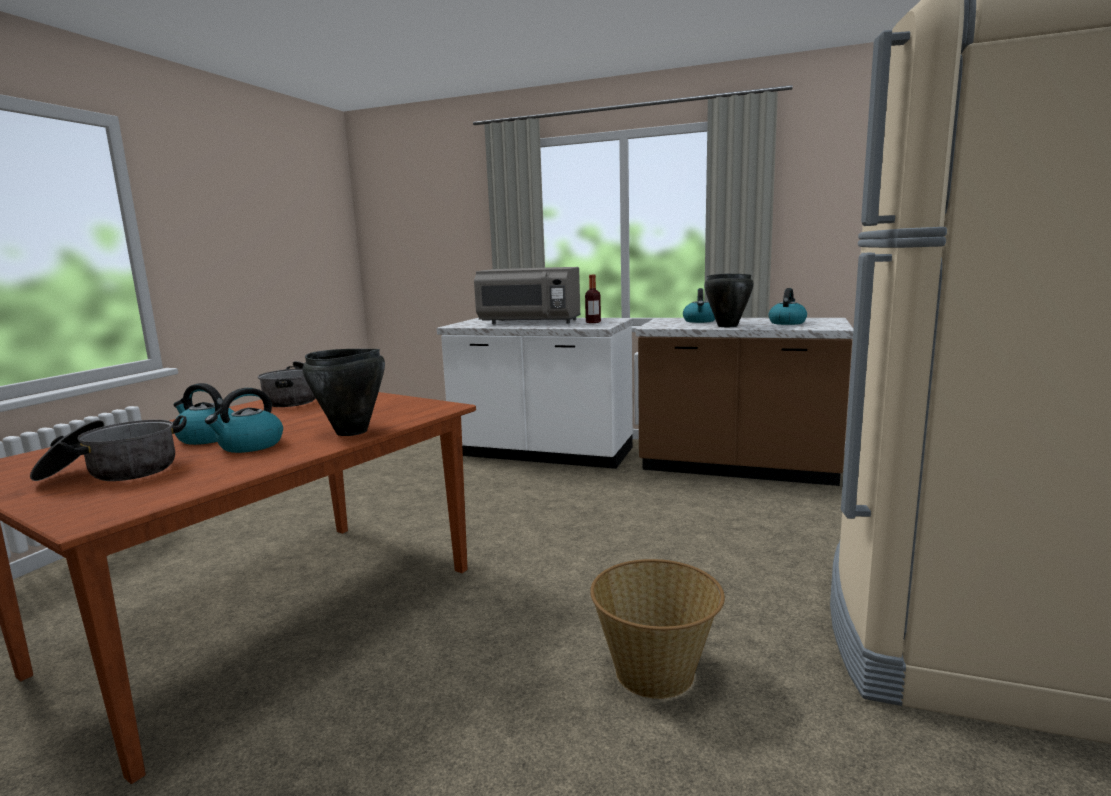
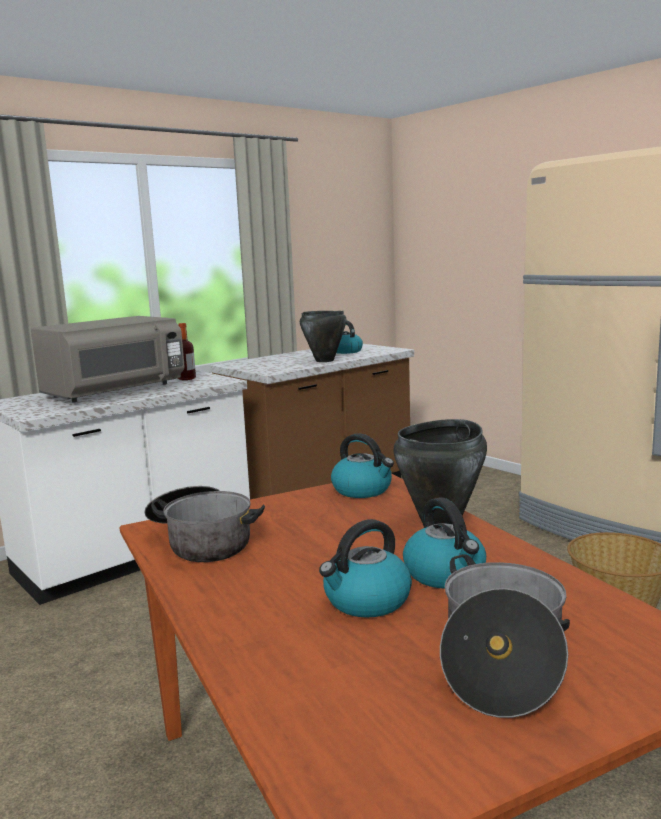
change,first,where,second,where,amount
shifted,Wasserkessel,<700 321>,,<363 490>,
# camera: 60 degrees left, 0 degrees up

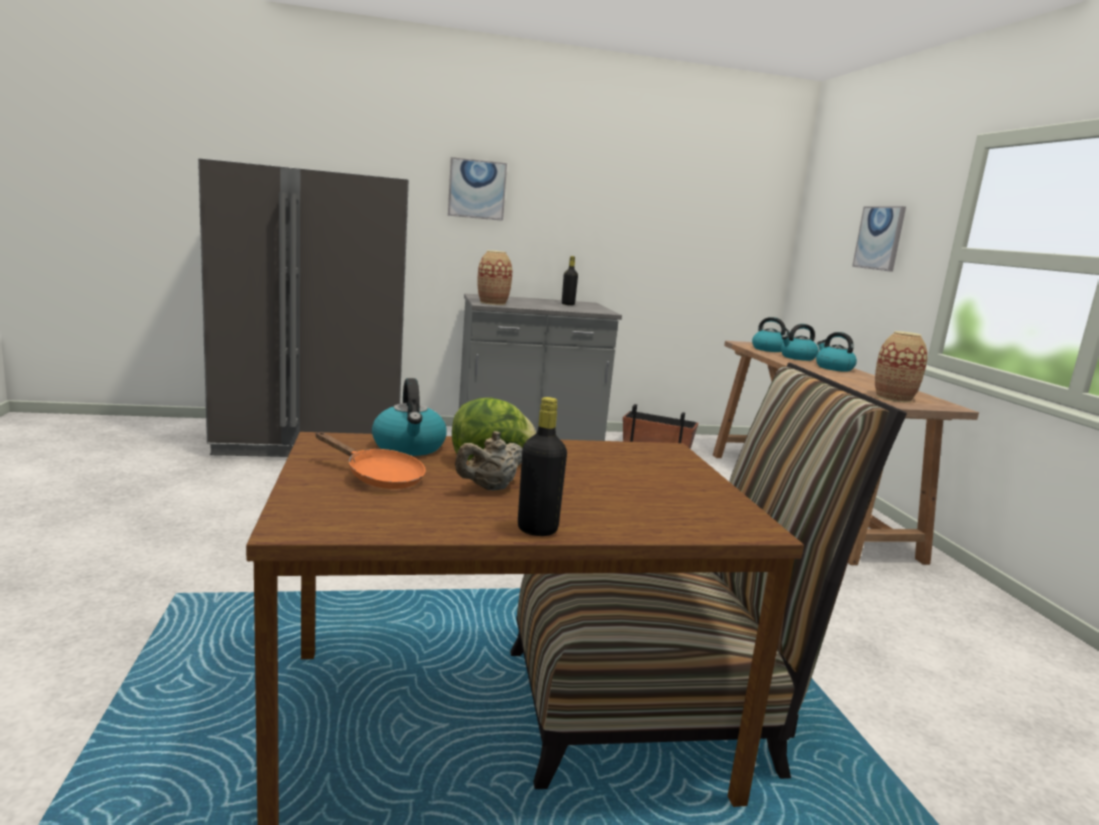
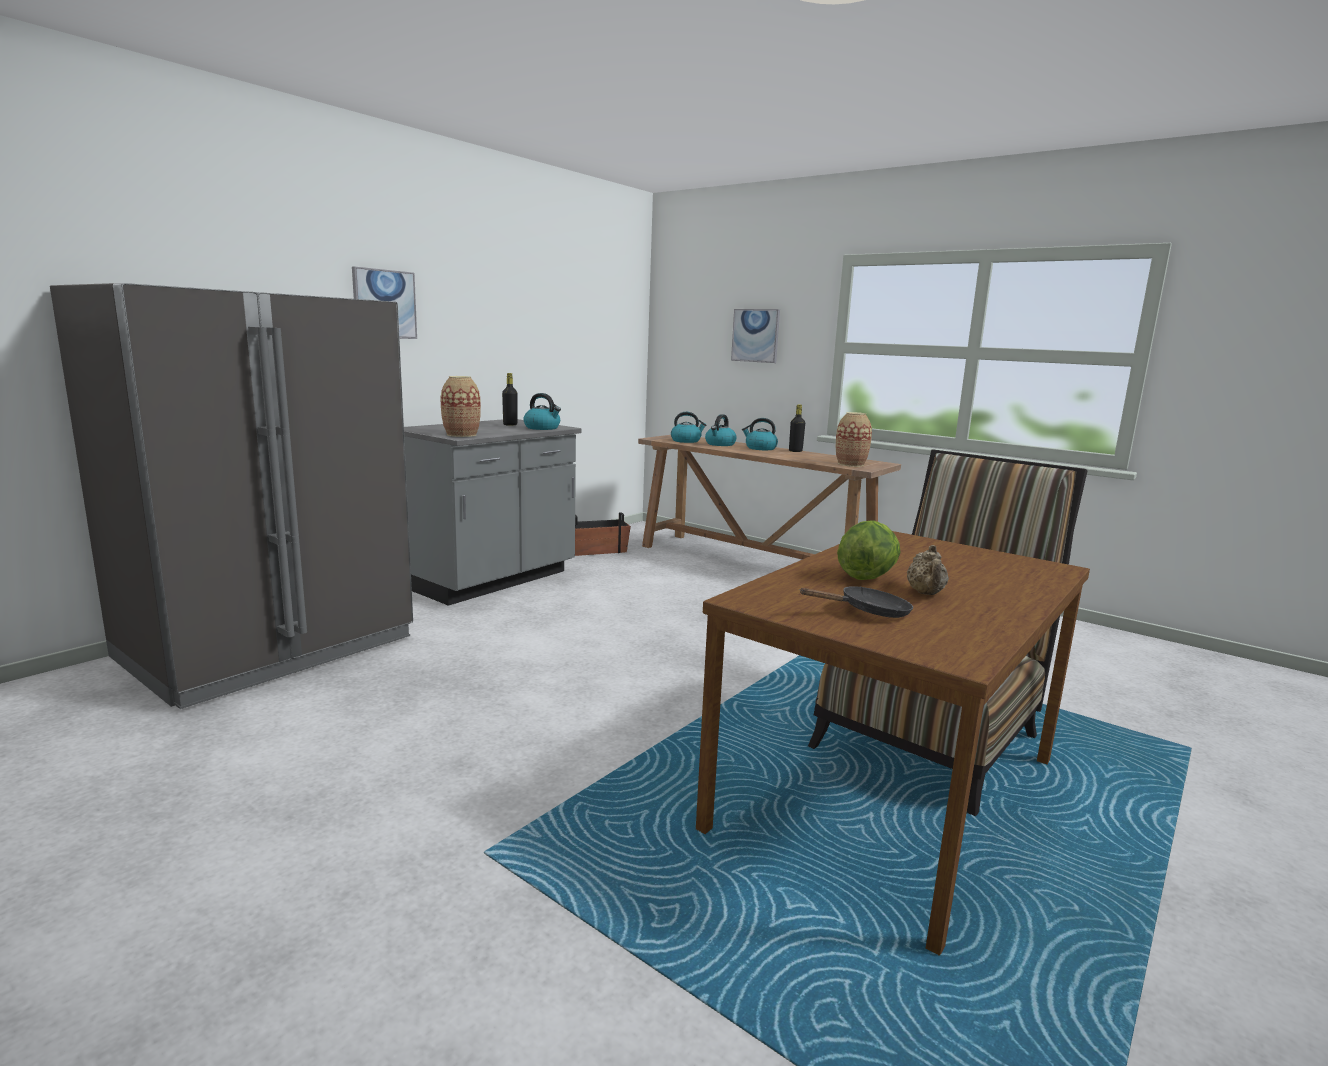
change,first,where,second,where,amount
shifted,Wasserkessel,<409 447>,,<542 428>,
shifted,Flasche/schwarz,<537 529>,,<795 451>,
repainted,Pfanne/orange,<378 477>,Pfanne/schwarz,<868 612>,
# camera: 40 degrees left, 0 degrees up

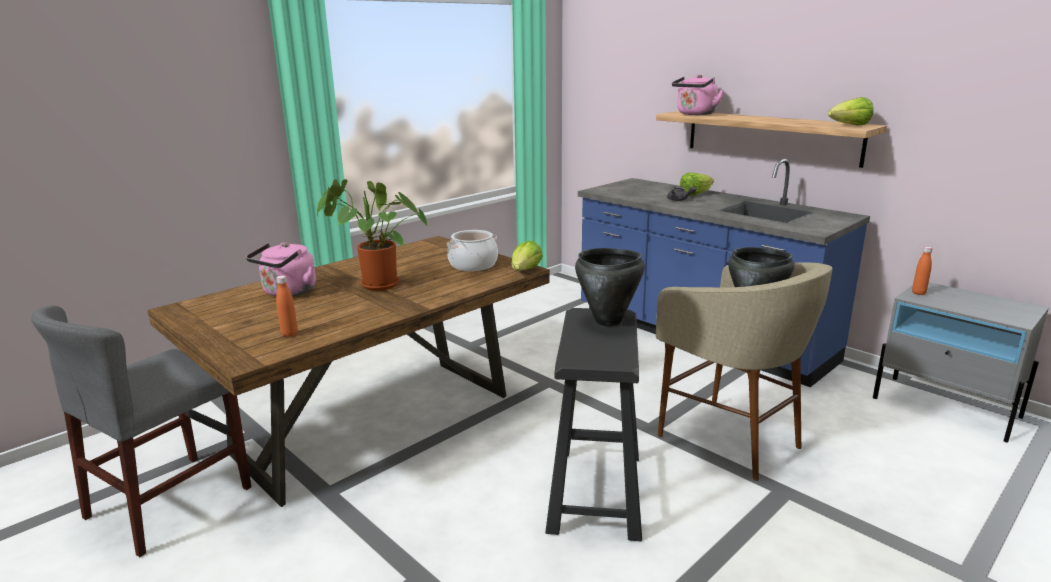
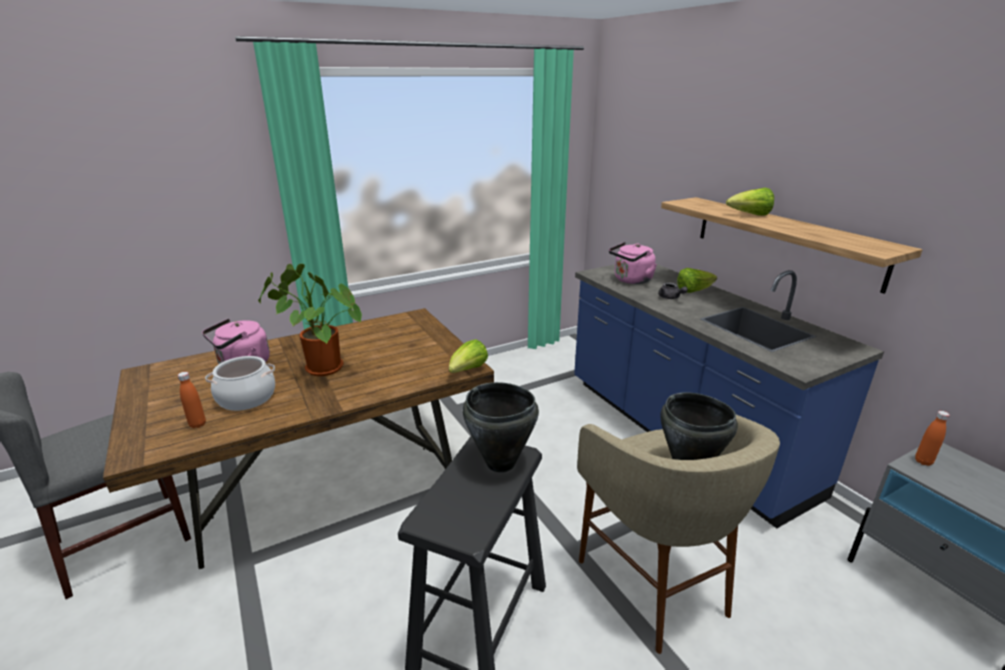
change,first,where,second,where,amount
shifted,Wasserkessel/rosa,<695 114>,,<631 280>,
shifted,Salatkopf,<849 126>,,<750 215>,
shifted,Kochtopf,<473 265>,,<247 398>,
# camera: 15 degrees right, 5 degrees up

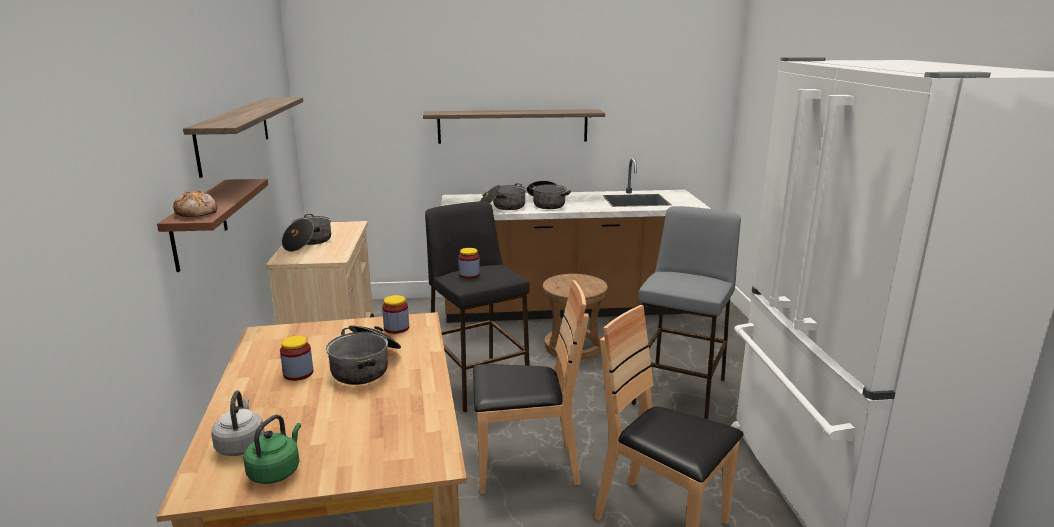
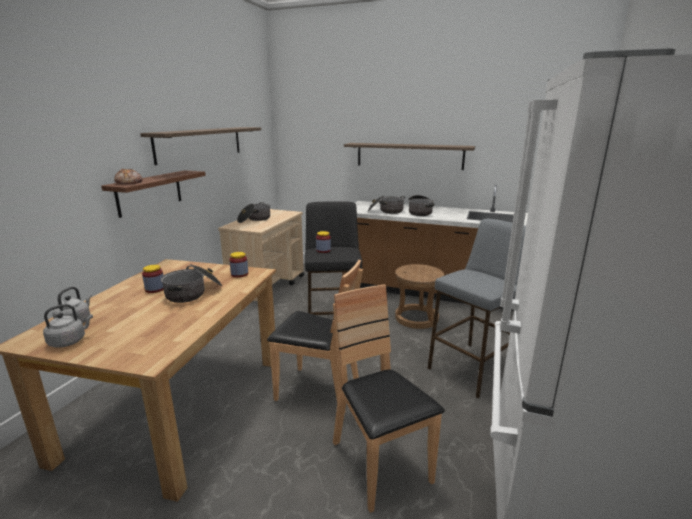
change,first,where,second,where,amount
repainted,Wasserkessel/grün,<276 471>,Wasserkessel/grau,<69 341>,
# camera: 25 degrees right, 0 degrees up

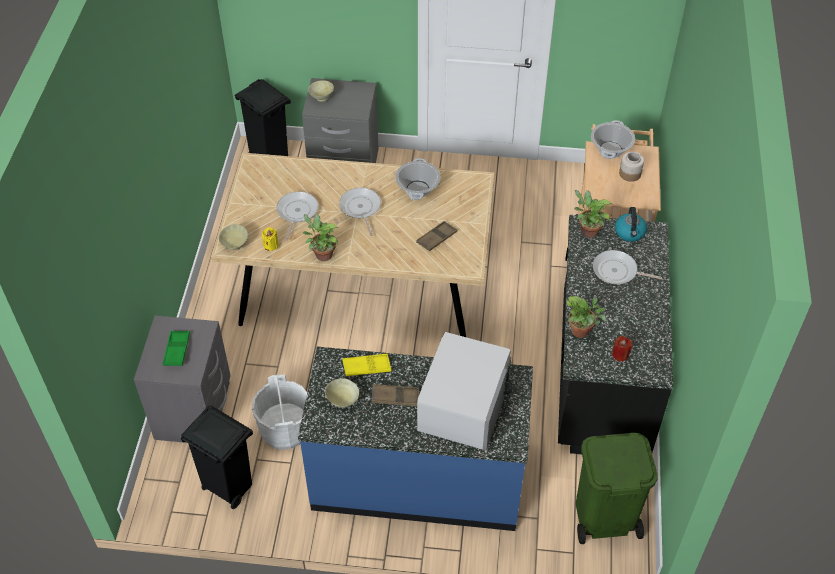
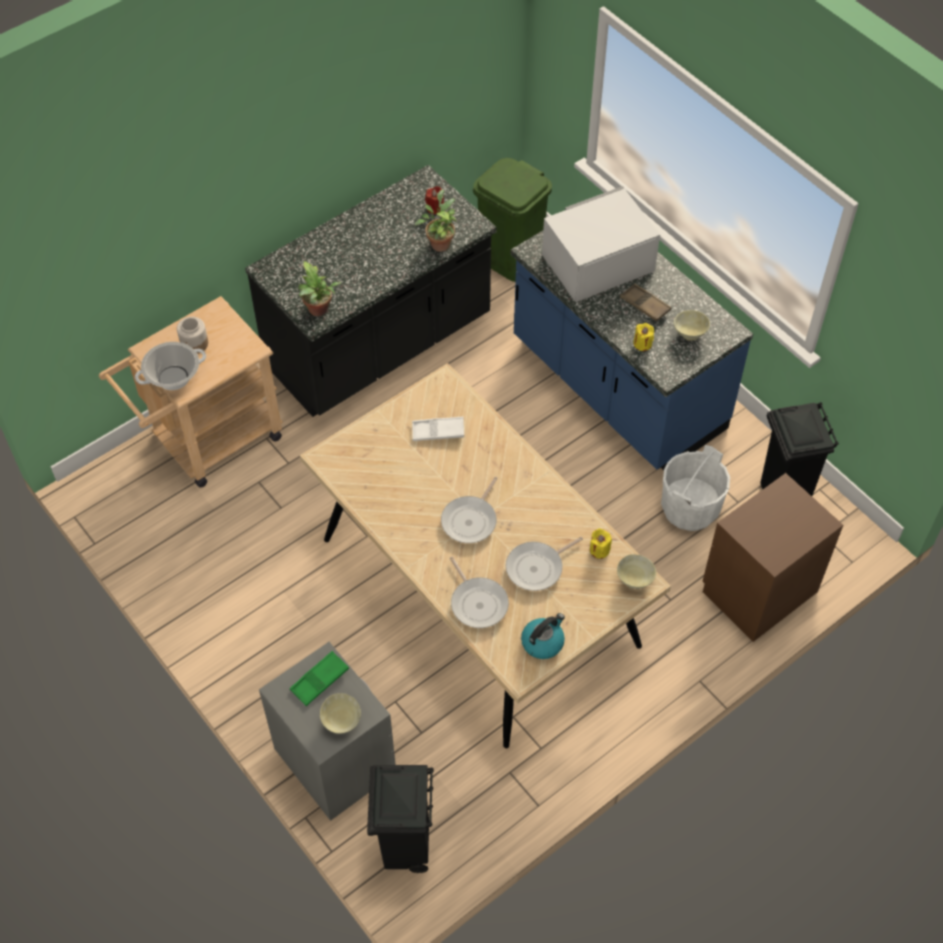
change,first,where,second,where,amount
gone,Kochtopf,<417 189>,,,
shifted,Wasserkessel,<630 232>,,<543 642>,
gone,Topfpflanze,<322 254>,,,
repainted,Tablett/braun,<436 238>,Tablett/weiß,<438 431>,
shifted,Pfanne,<617 271>,,<478 602>,
repainted,Nachttisch/grau,<194 411>,Nachttisch/braun,<758 590>,
shifted,Tablett/grün,<177 350>,,<319 680>,
swapped,Tablett/gelb,<366 367>,Kerze/gelb,<642 344>,
# camera: 135 degrees left, 5 degrees up

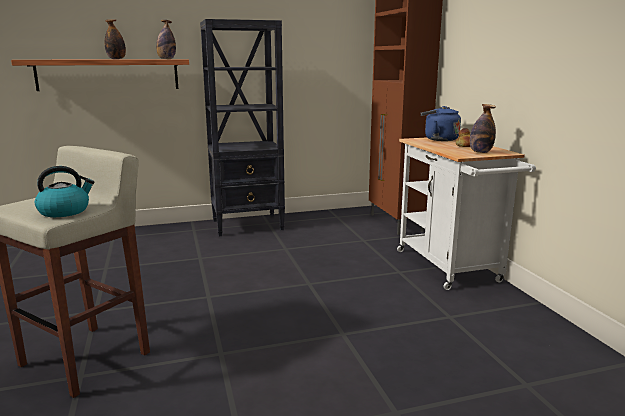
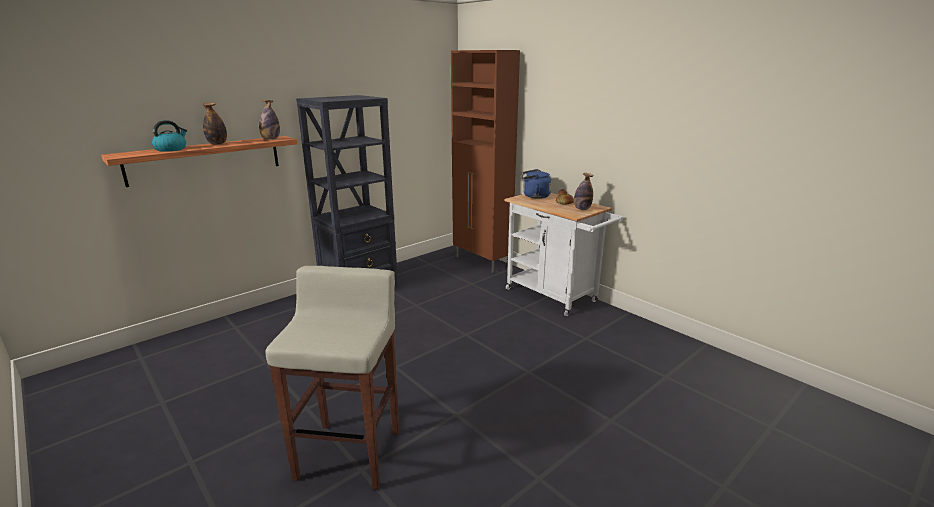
change,first,where,second,where,amount
shifted,Wasserkessel,<65 211>,,<171 149>,
# camera: 25 degrees left, 5 degrees up

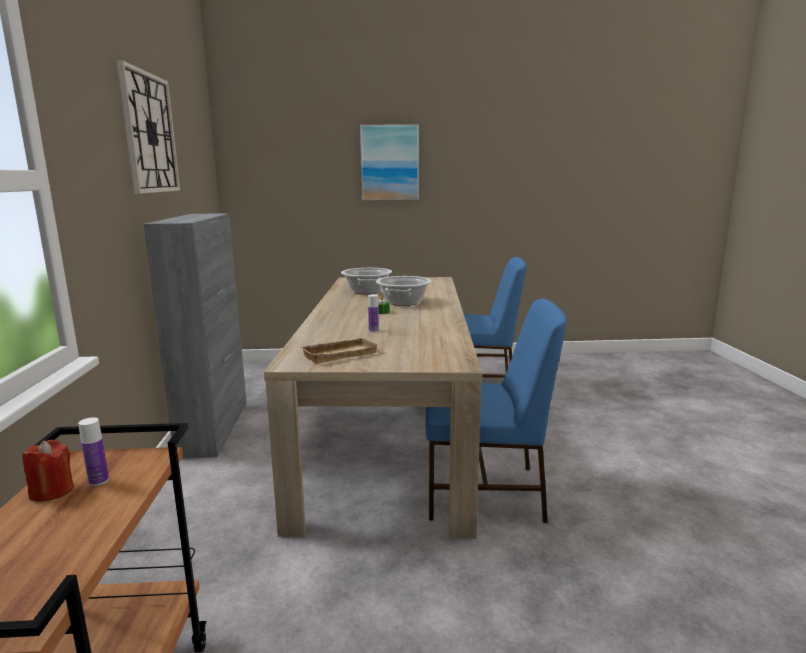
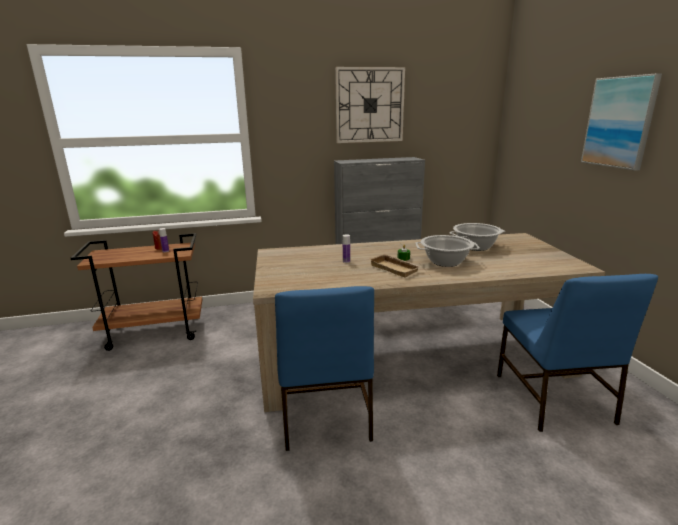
change,first,where,second,where,amount
shifted,Tablett/beige,<339 354>,,<395 268>,
# camera: 80 degrees right, 5 degrees up

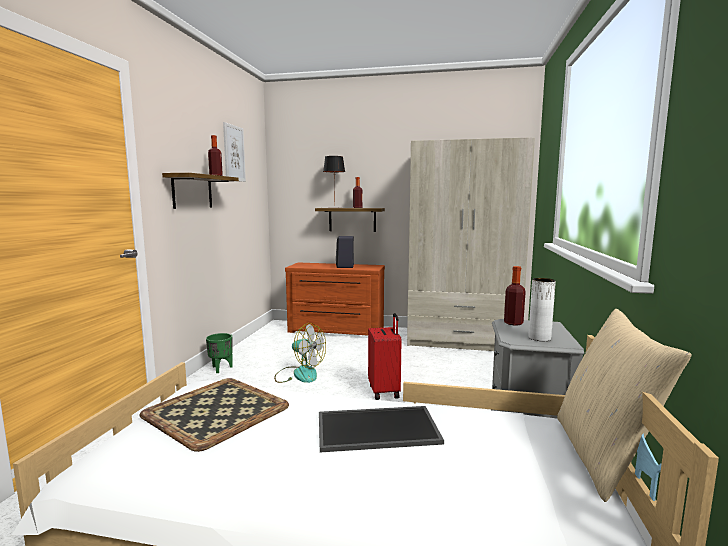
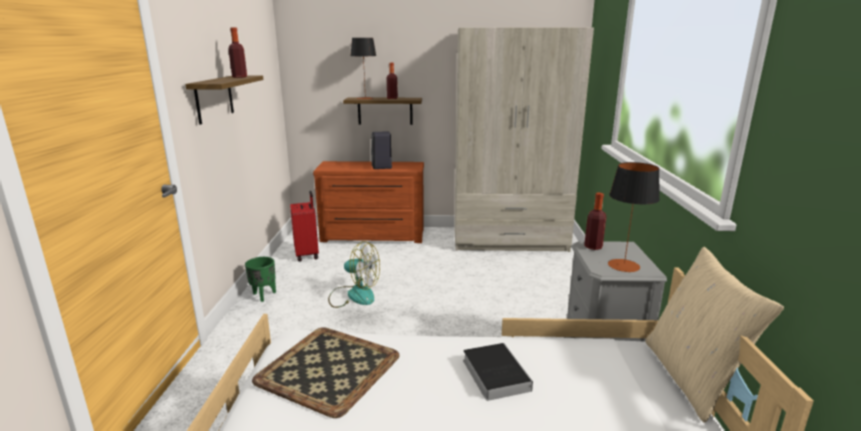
change,first,where,second,where,amount
gone,Bild,<234 153>,,,
swapped,Vase/weiß,<539 338>,Tischlampe,<624 265>,
shifted,Koffer/rot,<385 391>,,<307 254>,
swapped,Tablett,<376 430>,Buch,<494 373>,
# camera: 10 degrees left, 10 degrees up

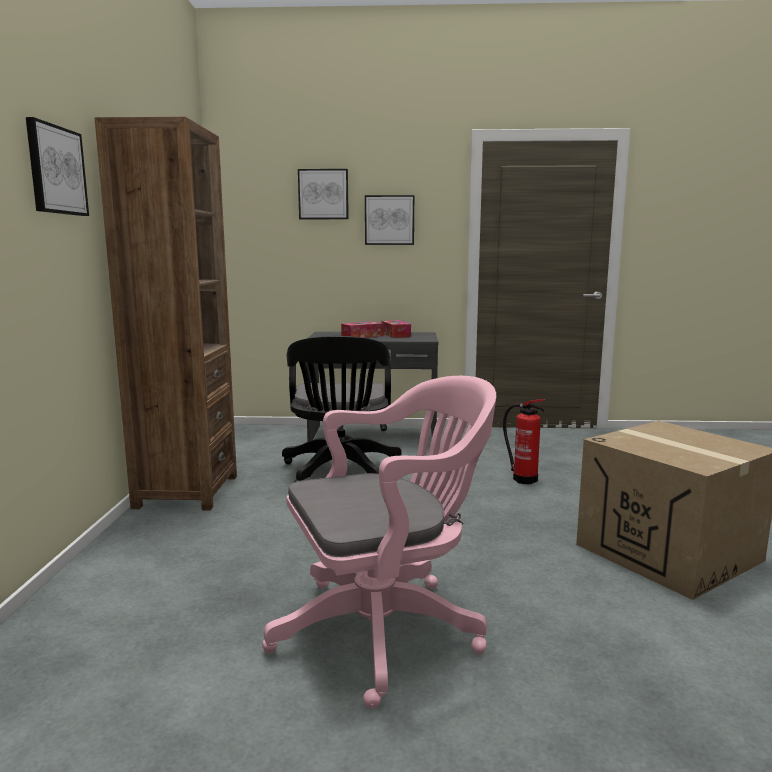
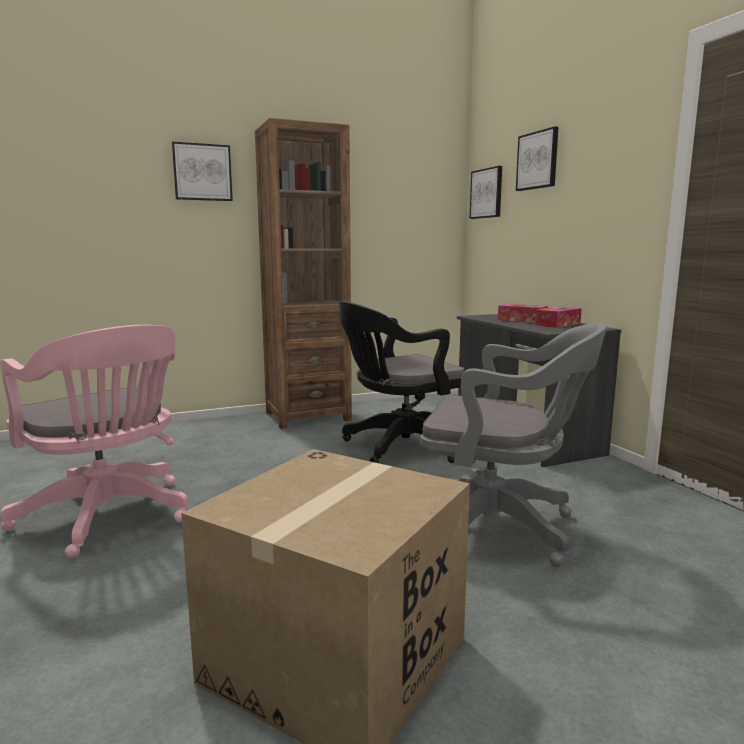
change,first,where,second,where,amount
shifted,Bild,<389 220>,,<487 193>,
swapped,Feuerlöscher,<523 479>,Bürostuhl/grau,<498 528>,
# camera: 65 degrees right, 0 degrees up

